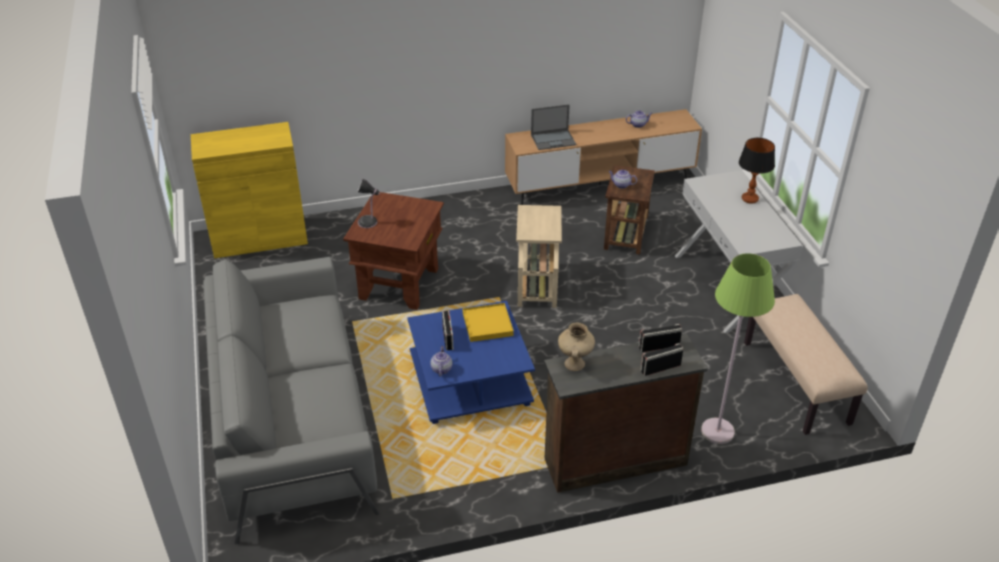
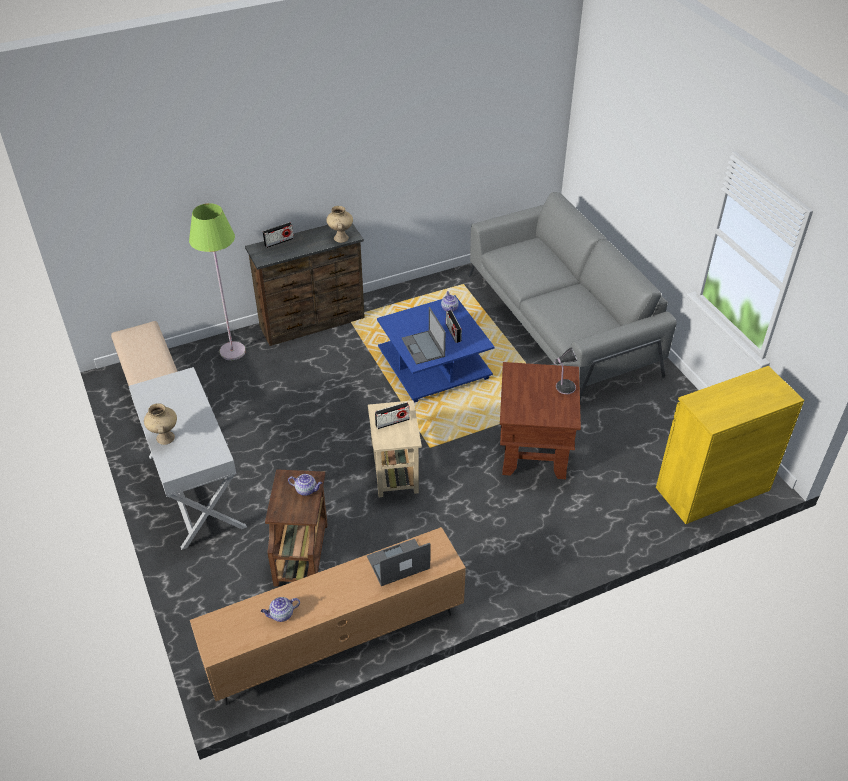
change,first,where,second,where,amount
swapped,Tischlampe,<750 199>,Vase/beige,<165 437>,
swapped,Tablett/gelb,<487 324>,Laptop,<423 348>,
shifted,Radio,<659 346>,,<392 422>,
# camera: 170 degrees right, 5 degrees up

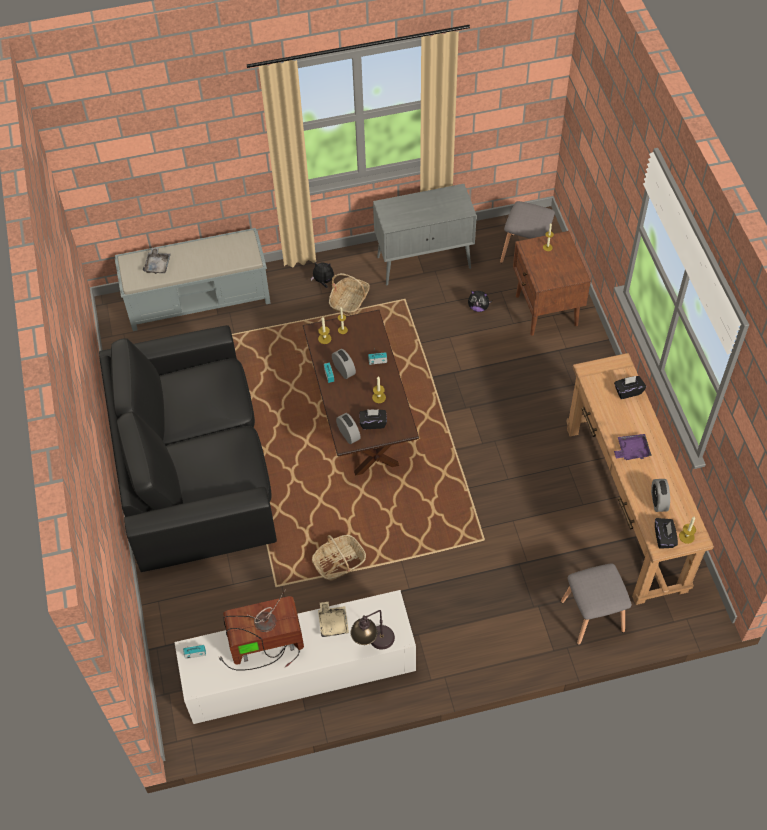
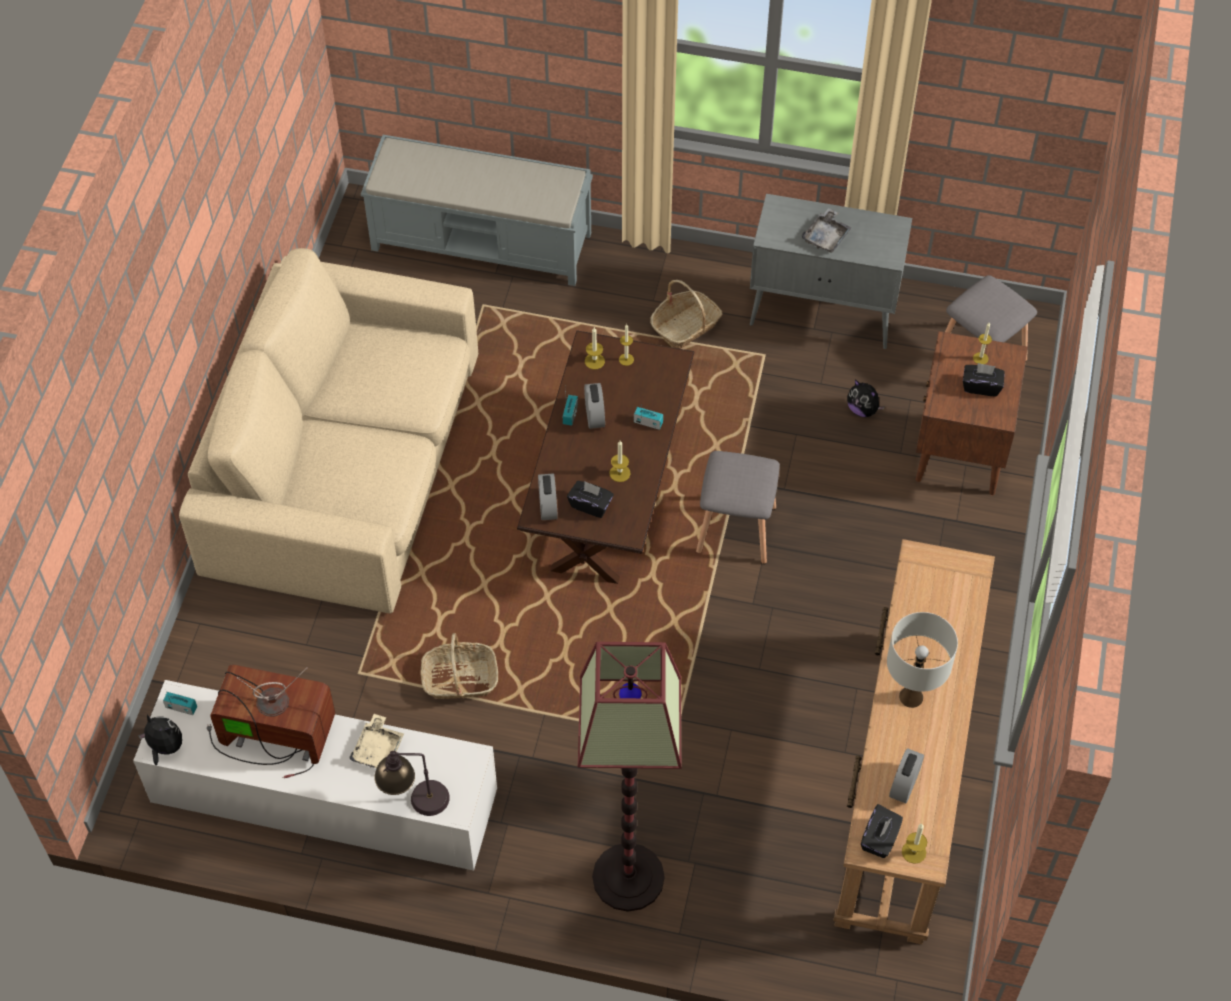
change,first,where,second,where,amount
shifted,Tablett/grau,<158 265>,,<826 237>,
shifted,Plüschtier,<323 281>,,<165 747>,
repainted,Sofa/schwarz,<194 465>,Sofa/beige,<346 465>,
shifted,Taschentuchbox/schwarz,<628 391>,,<981 386>,
swapped,Tablett/lila,<631 450>,Tischlampe/weiß,<910 696>,
shifted,Hocker/grau,<593 617>,,<737 531>,
new,,,Stehlampe,<627 878>,
# camera: 25 degrees right, 0 degrees up

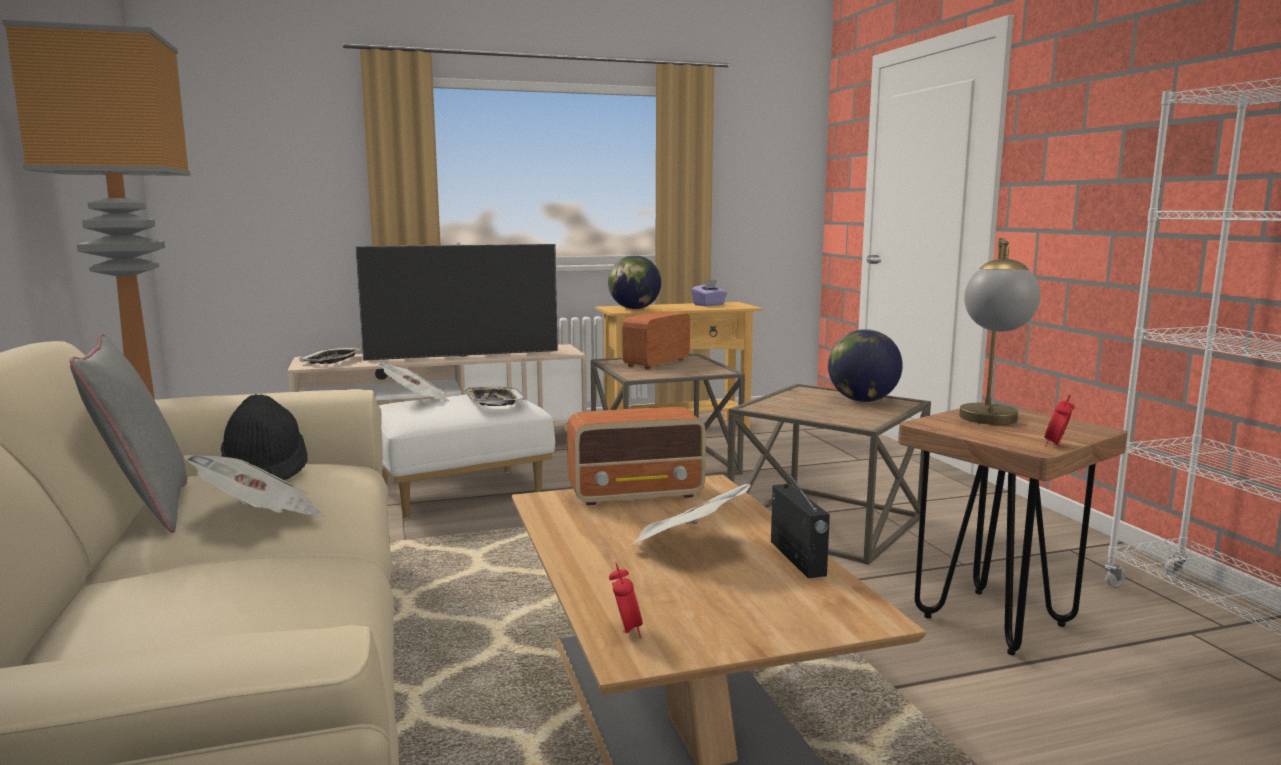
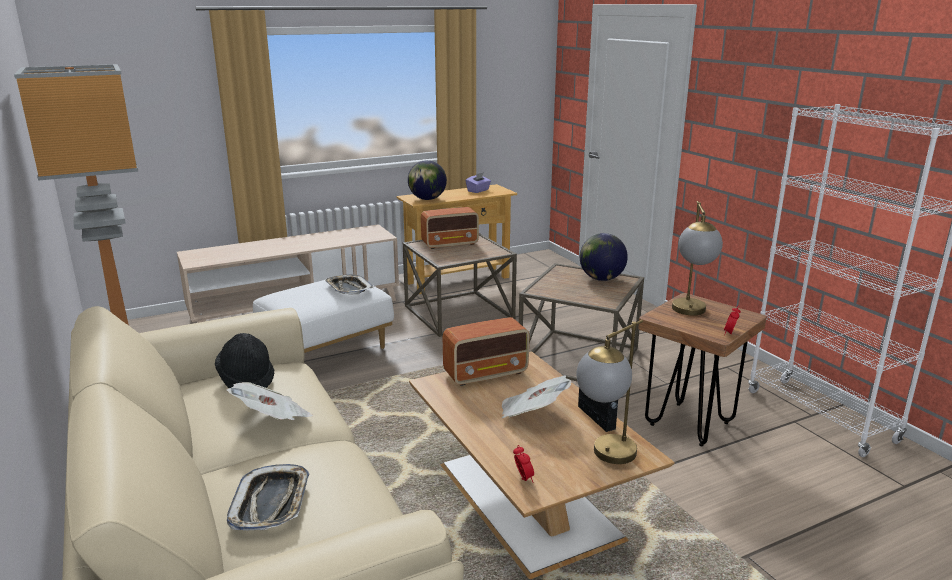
change,first,where,second,where,amount
gone,Fernseher,<463 356>,,,
rotated,Radio,<656 363>,,<450 244>,135 degrees counterclockwise
gone,Kissen/grau,<146 510>,,,
shifted,Tablett,<333 360>,,<271 503>,
gone,Zeitung,<416 401>,,,
new,,,Tischlampe,<605 458>,
# camera: 10 degrees left, 10 degrees up

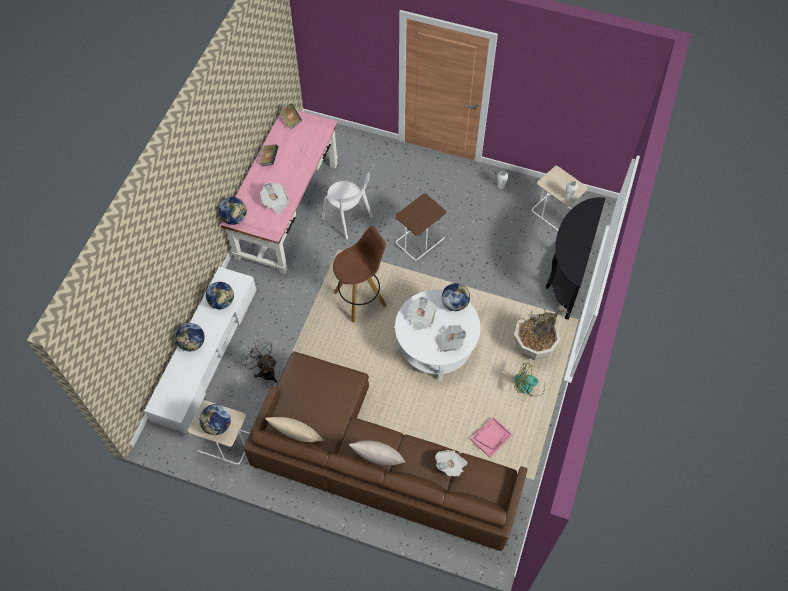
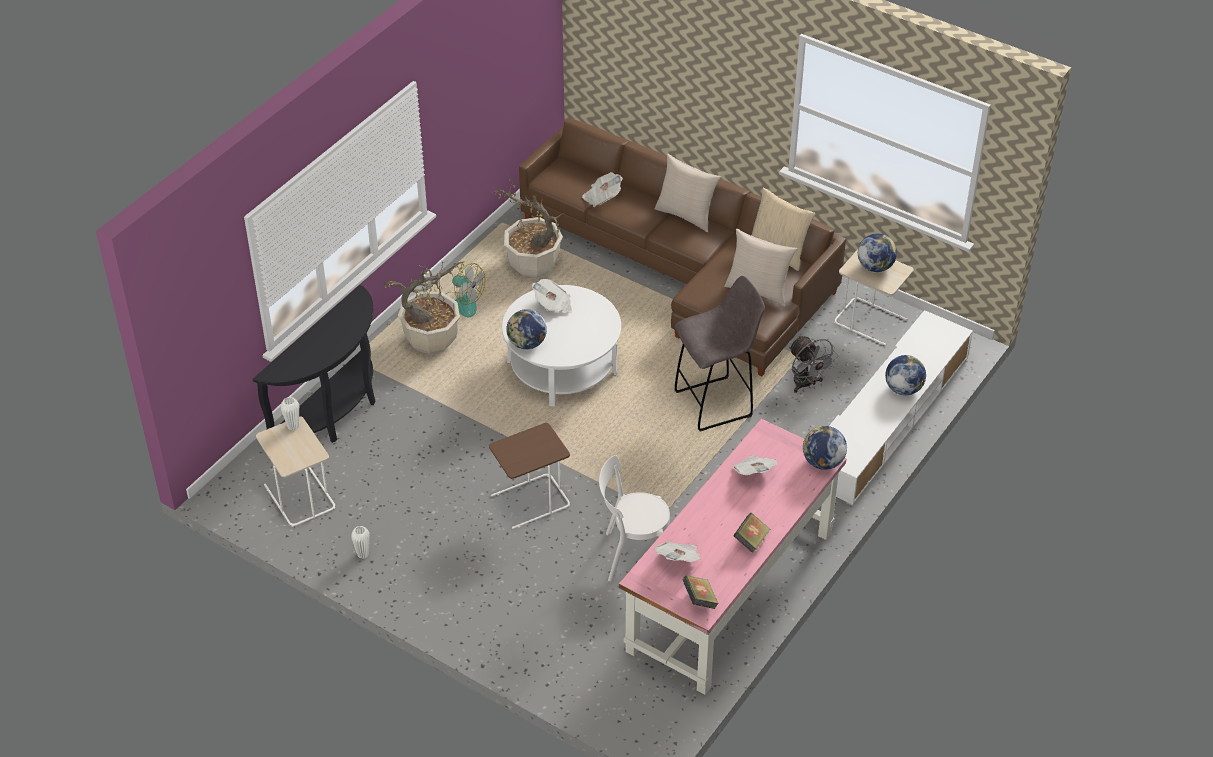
change,first,where,second,where,amount
rotated,Stuhl/weiß,<348 219>,,<633 555>,60 degrees counterclockwise
gone,Hocker/braun,<360 298>,,,
gone,Globus,<222 302>,,,
shifted,Zeitung,<421 318>,,<679 559>,
swapped,Tablett/rosa,<491 437>,Topfpflanze,<533 266>,
new,,,Kissen/beige,<758 290>,
new,,,Hocker/grau,<716 403>,
# camera: 165 degrees left, 15 degrees down

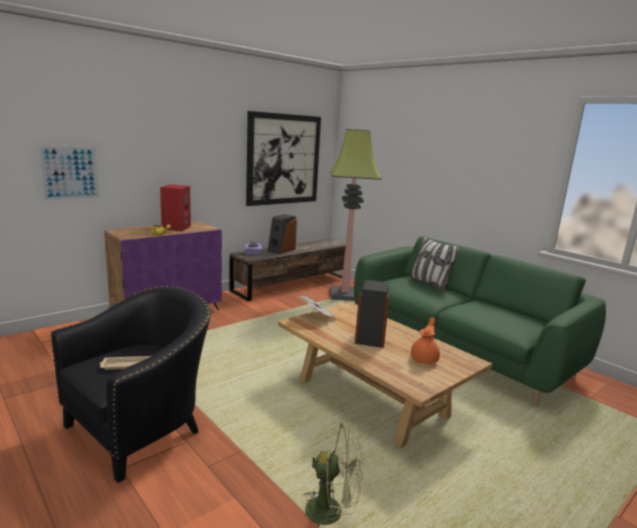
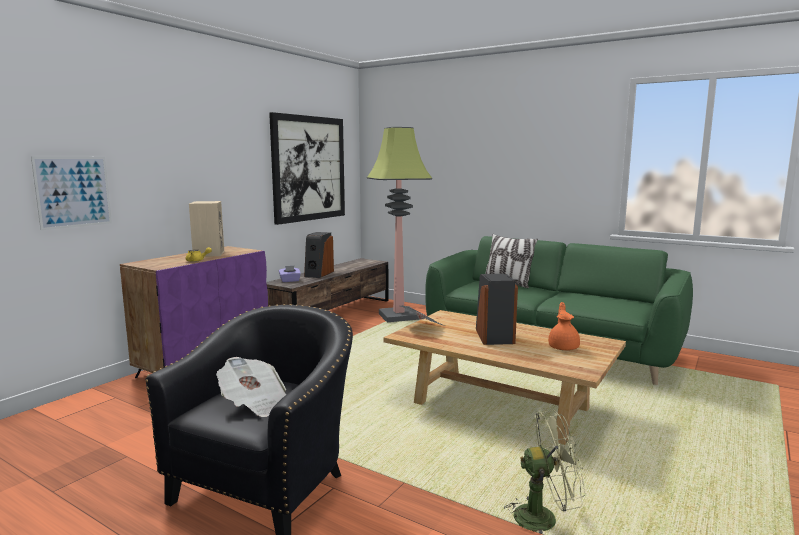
change,first,where,second,where,amount
repainted,Lautsprecher/rot,<176 227>,Lautsprecher/beige,<208 253>,
swapped,Tablett/beige,<125 365>,Zeitung,<254 403>,
# camera: 15 degrees left, 5 degrees down

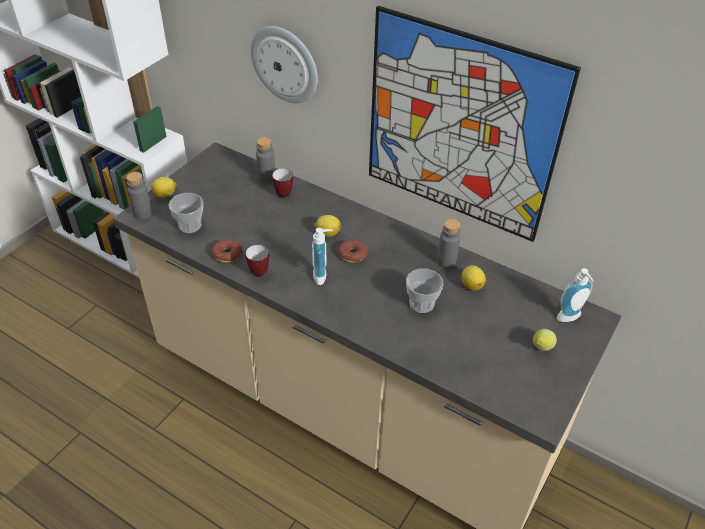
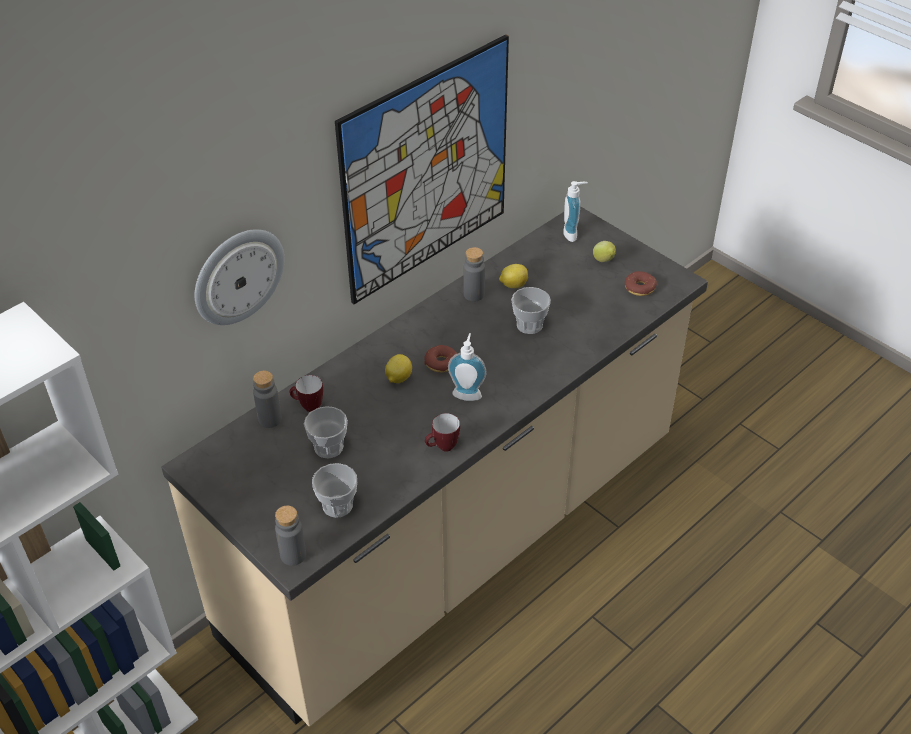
change,first,where,second,where,amount
gone,Zitrone,<166 195>,,,
shifted,Donut,<227 254>,,<639 288>,
new,,,Tasse,<328 447>,
# camera: 75 degrees left, 0 degrees up

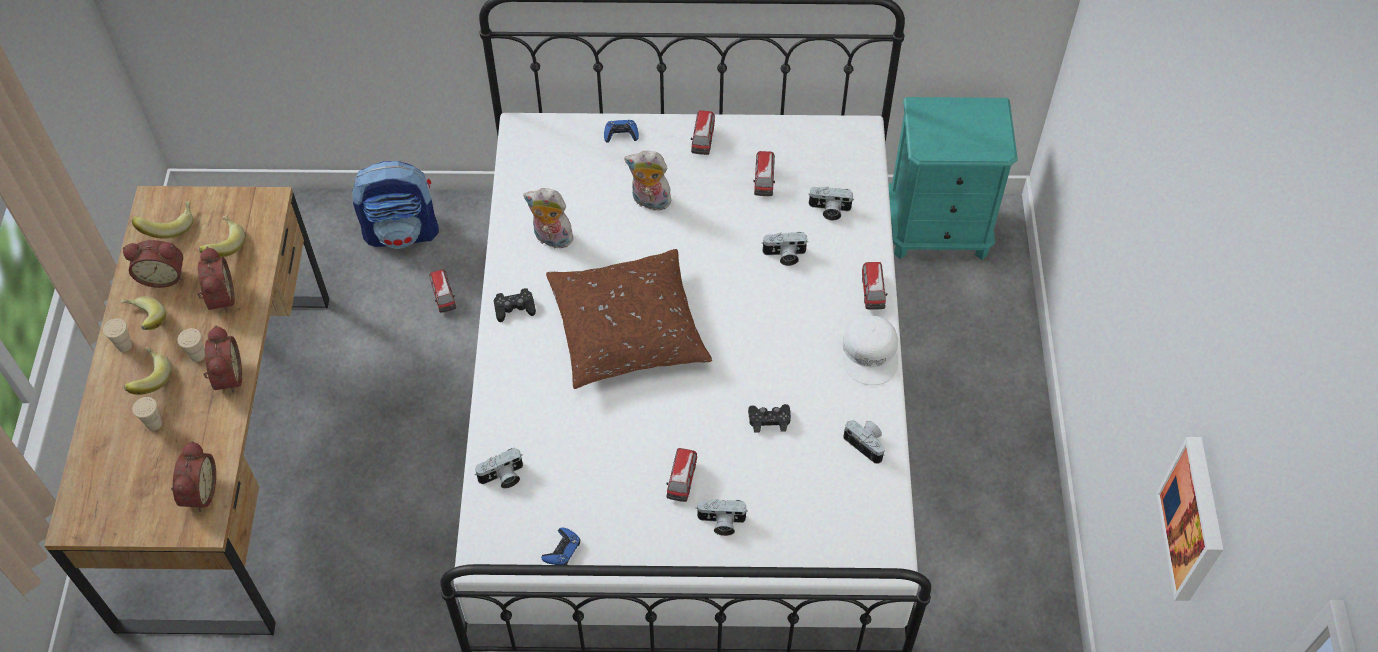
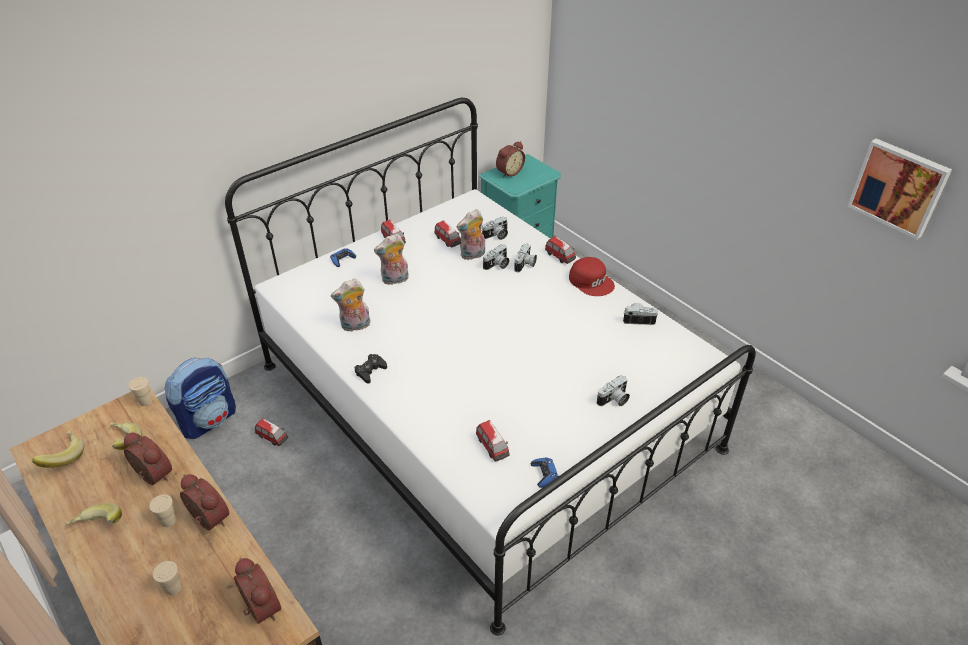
change,first,where,second,where,amount
shifted,Wecker,<163 275>,,<508 172>,
gone,Kissen/braun,<627 328>,,,
repainted,Kappe/weiß,<871 354>,Kappe/rot,<591 281>,
shifted,Tasse/beige,<124 345>,,<145 401>,
gone,Banane,<149 379>,,,
gone,Gamepad/schwarz,<769 420>,,,
shifted,Kamera,<502 477>,,<525 265>,
shifted,Spielzeugauto,<682 480>,,<492 447>,
new,,,Plüschtier,<472 255>,
# camera: 40 degrees left, 15 degrees down

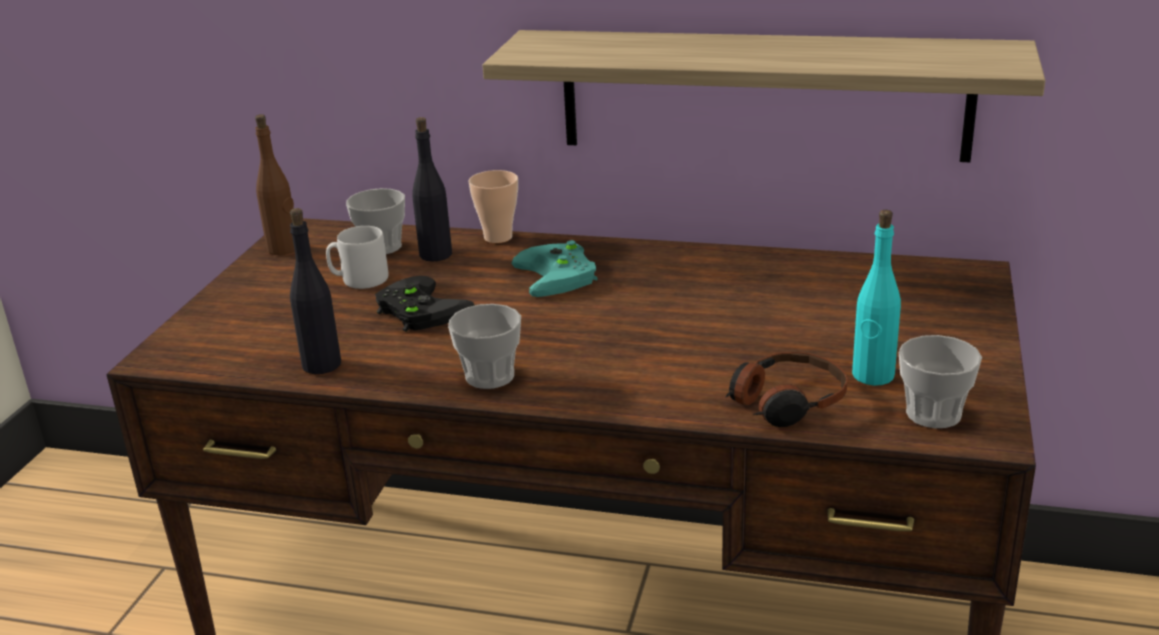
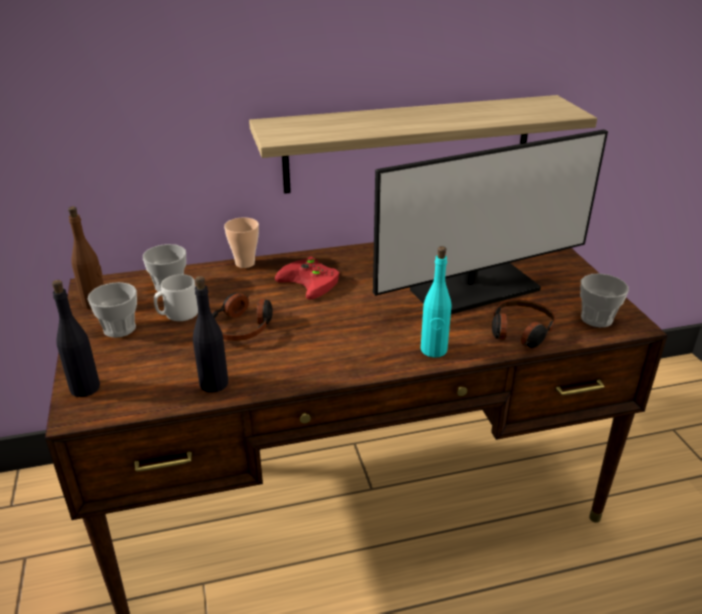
change,first,where,second,where,amount
shifted,Flasche/schwarz,<436 254>,,<85 388>,
shifted,Flasche/türkis,<872 375>,,<433 350>,
repainted,Gamepad/türkis,<560 276>,Gamepad/rot,<312 281>,
swapped,Gamepad/schwarz,<418 310>,Kopfhörer,<242 326>,
shifted,Tasse,<490 376>,,<119 328>,
new,,,Monitor,<475 290>,
# camera: 30 degrees left, 5 degrees up

